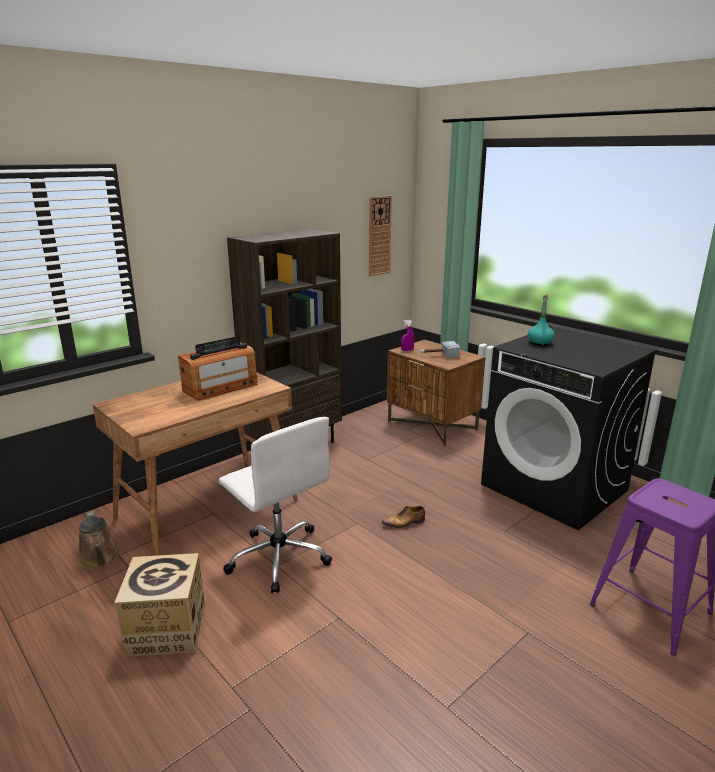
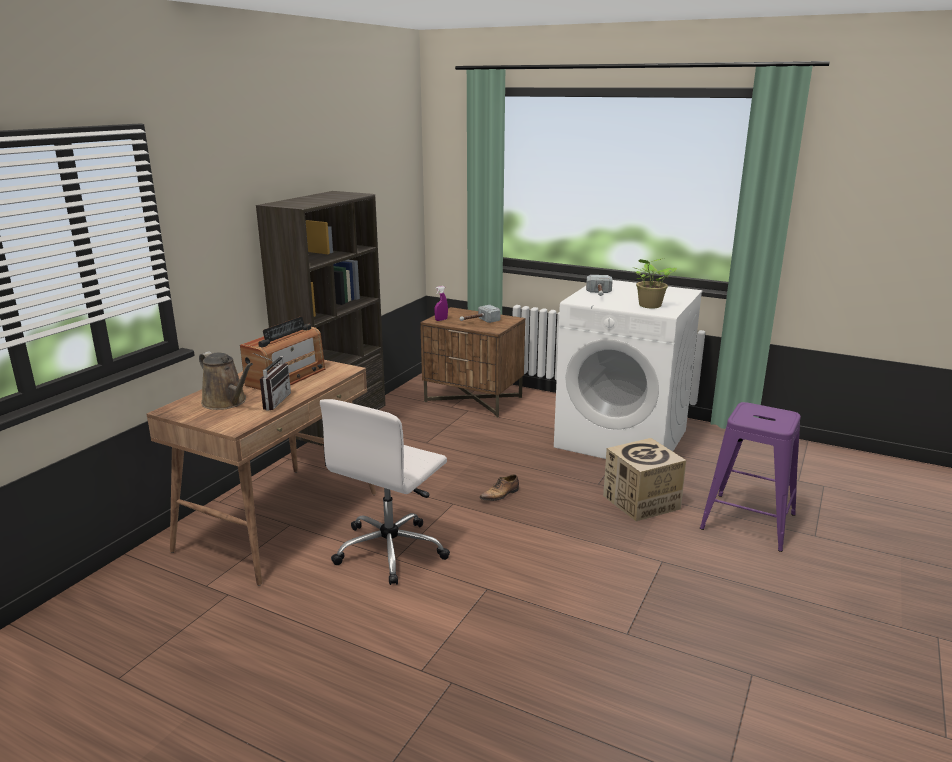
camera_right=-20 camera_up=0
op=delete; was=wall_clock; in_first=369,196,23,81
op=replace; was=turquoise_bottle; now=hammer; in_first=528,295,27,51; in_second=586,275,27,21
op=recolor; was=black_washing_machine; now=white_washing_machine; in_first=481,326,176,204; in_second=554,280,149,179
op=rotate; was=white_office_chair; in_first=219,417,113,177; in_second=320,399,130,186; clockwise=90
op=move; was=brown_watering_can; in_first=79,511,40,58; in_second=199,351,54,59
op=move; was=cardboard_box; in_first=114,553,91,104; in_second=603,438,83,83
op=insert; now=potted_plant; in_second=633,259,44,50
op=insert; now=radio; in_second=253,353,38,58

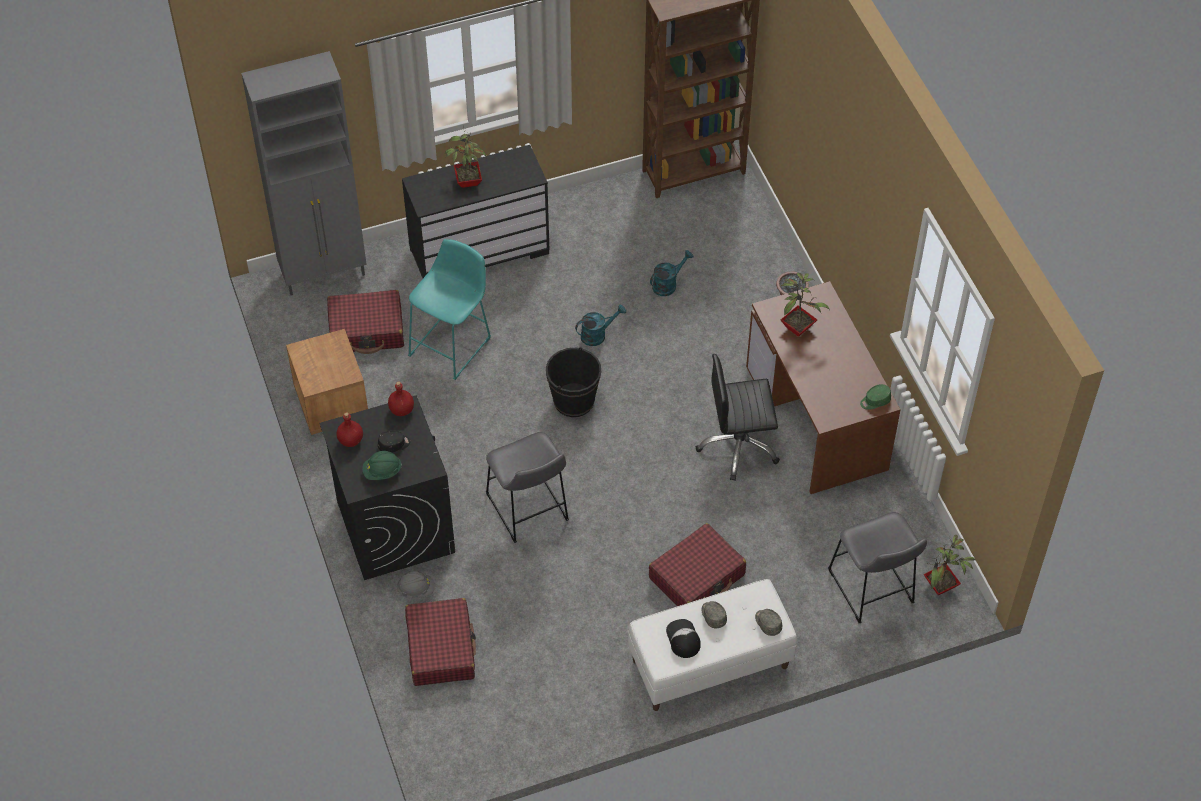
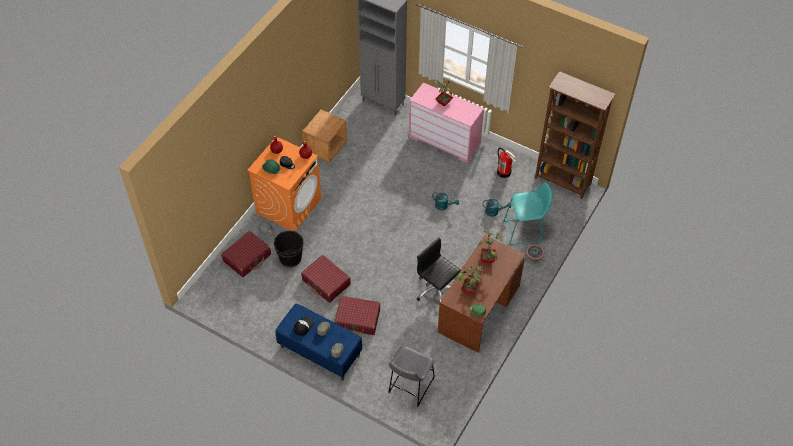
camera_right=50 camera_up=0
op=recolor; was=black_dresser; now=pink_dresser; in_first=402,145,148,133; in_second=409,82,75,81
op=move; was=turquoise_stool; in_first=408,239,83,141; in_second=503,182,49,63
op=move; was=red_suitcase; in_first=327,290,77,64; in_second=301,255,50,48
op=move; was=black_bucket; in_first=546,347,55,70; in_second=274,231,29,36
op=recolor; was=black_washing_machine; now=orange_washing_machine; in_first=319,395,136,185; in_second=247,136,74,95
op=delete; was=grey_stool; in_first=486,432,83,111
op=move; was=potted_plant; in_first=924,535,51,60; in_second=455,266,29,28
op=recolor; was=white_bench; now=blue_bench; in_first=628,579,169,132; in_second=275,304,87,76
op=insert; now=fire_extinguisher; in_second=497,148,19,30

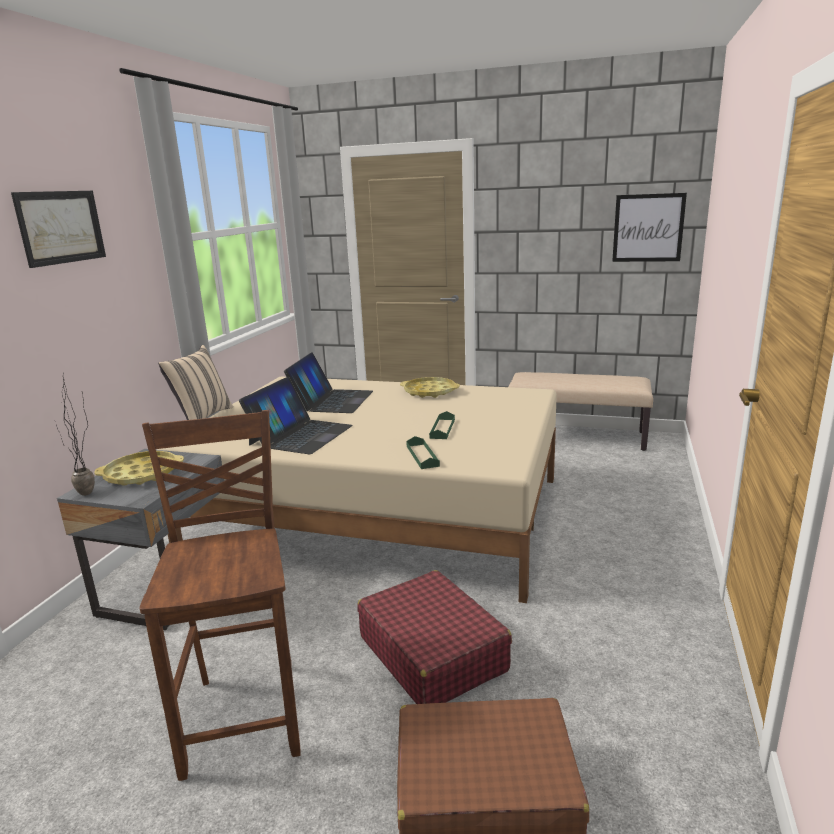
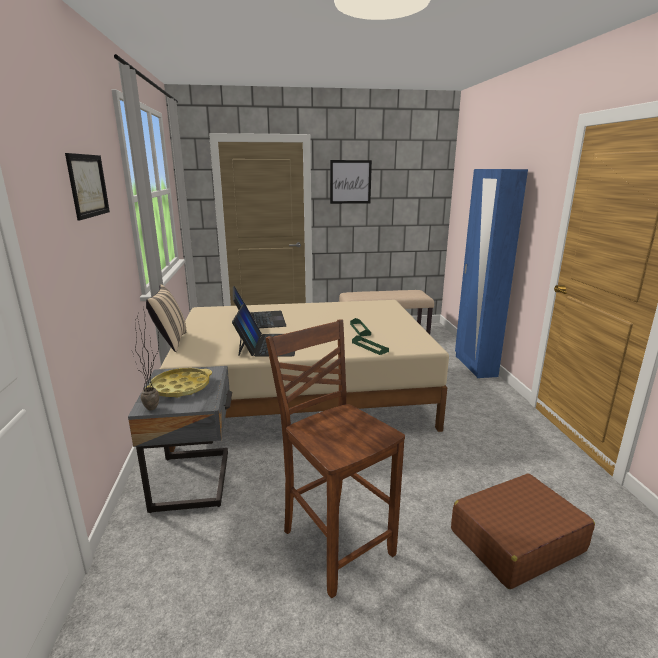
camera_right=-25 camera_up=0
op=move; was=picture; in_first=612,193,75,69; in_second=330,160,42,44
op=delete; was=yellow_tray; in_first=400,377,60,21
op=delete; was=red_suitcase; in_first=357,570,155,134
op=insert; now=blue_wardrobe; in_second=455,169,73,209

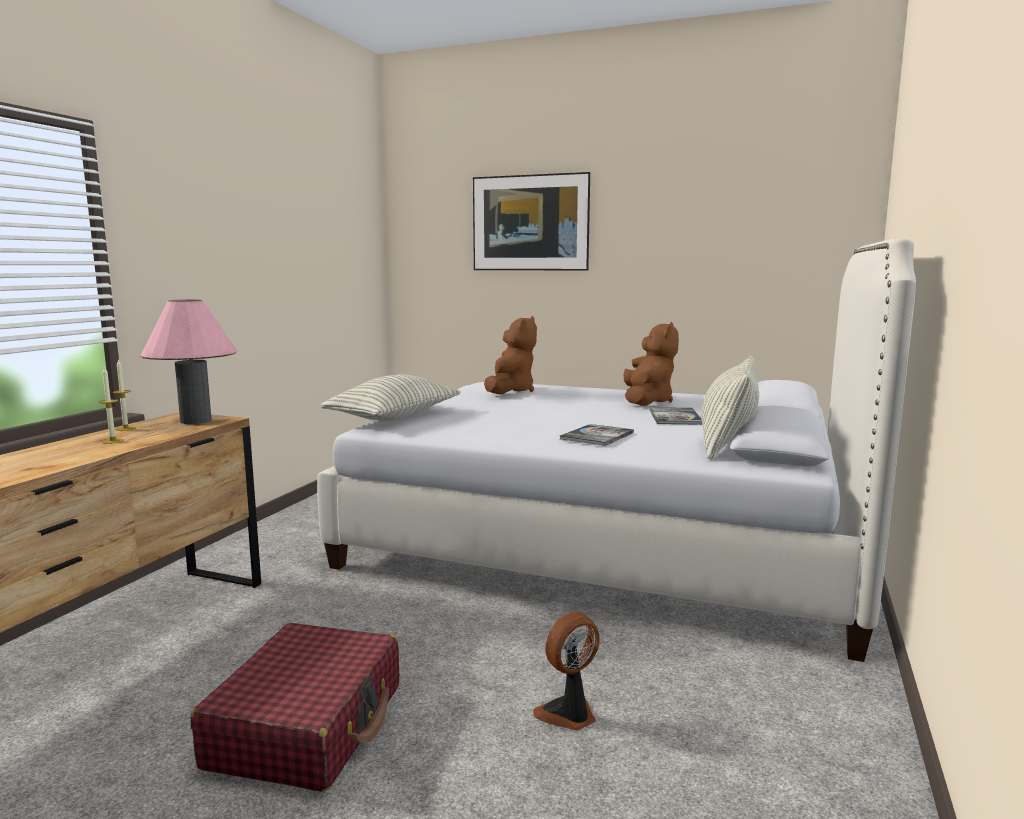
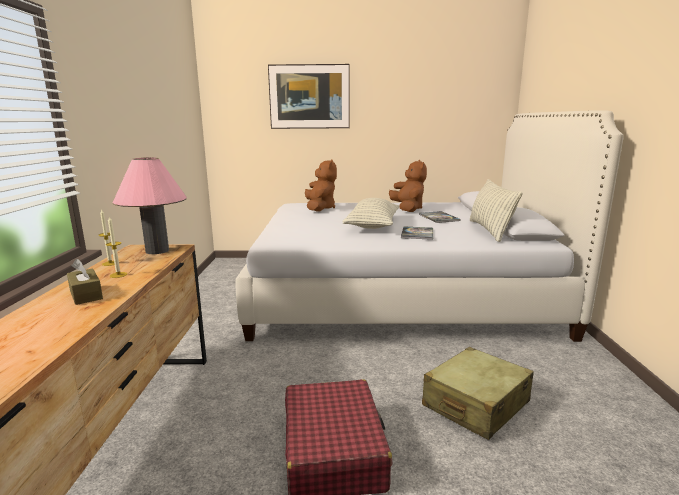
camera_right=-20 camera_up=5
op=move; was=pillow; in_first=321,374,140,47; in_second=343,198,56,31
op=replace; was=fan; now=beige_suitcase; in_first=533,612,67,119; in_second=422,347,112,93
op=insert; now=brown_tissue_box; in_second=67,259,36,46

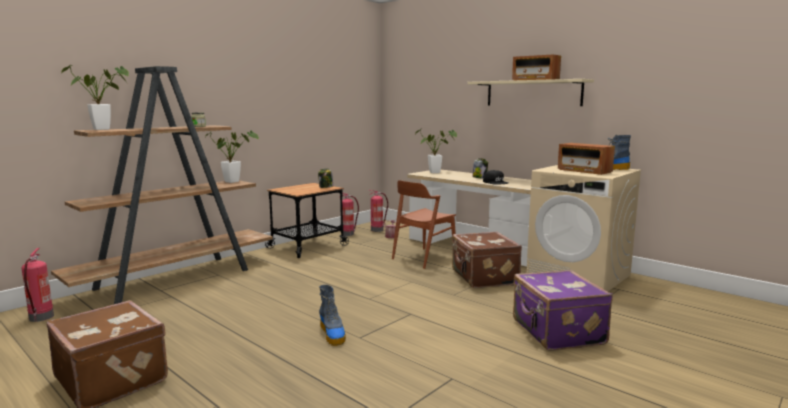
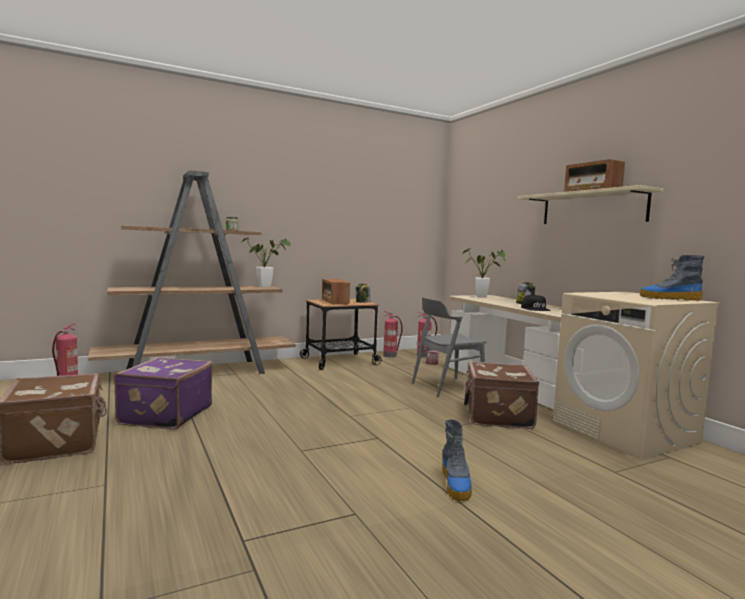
camera_right=20 camera_up=-5
op=delete; was=potted_plant; in_first=61,64,68,66
op=move; was=radio; in_first=558,143,57,32; in_second=322,279,28,26
op=recolor; was=brown_chair; now=grey_chair; in_first=392,180,64,89; in_second=412,297,74,100
op=move; was=purple_suitcase; in_first=513,270,100,81; in_second=114,357,99,72
op=move; was=boot; in_first=319,285,27,61; in_second=442,419,30,82

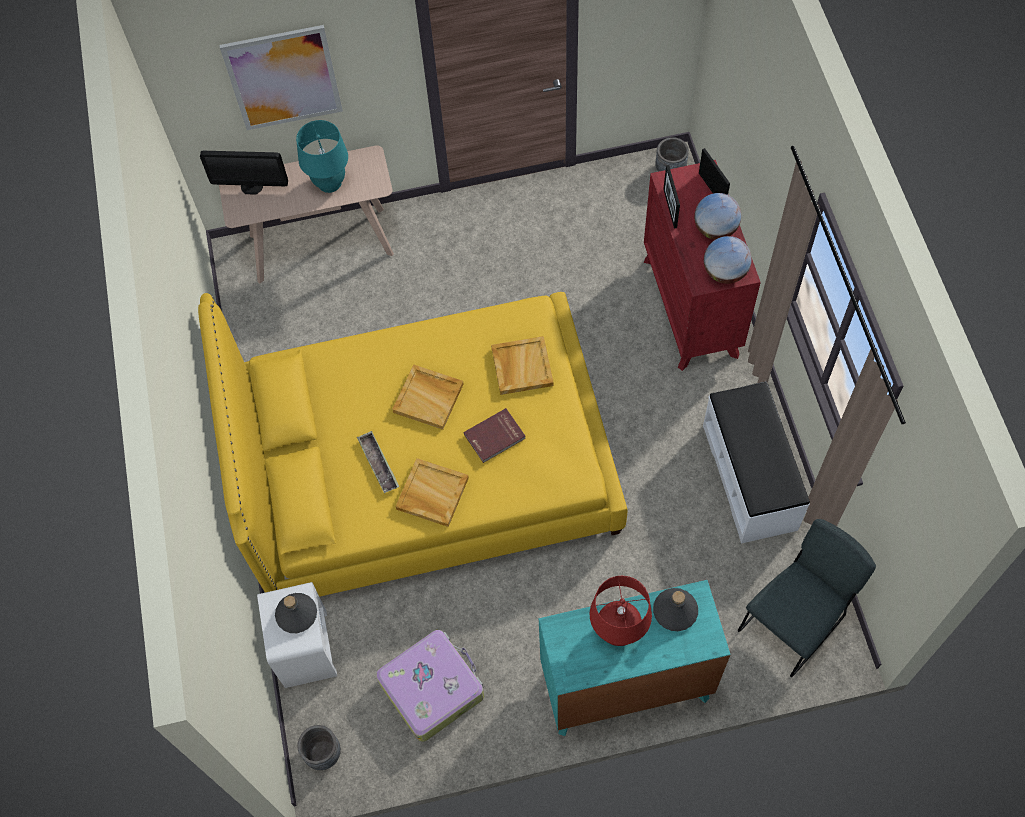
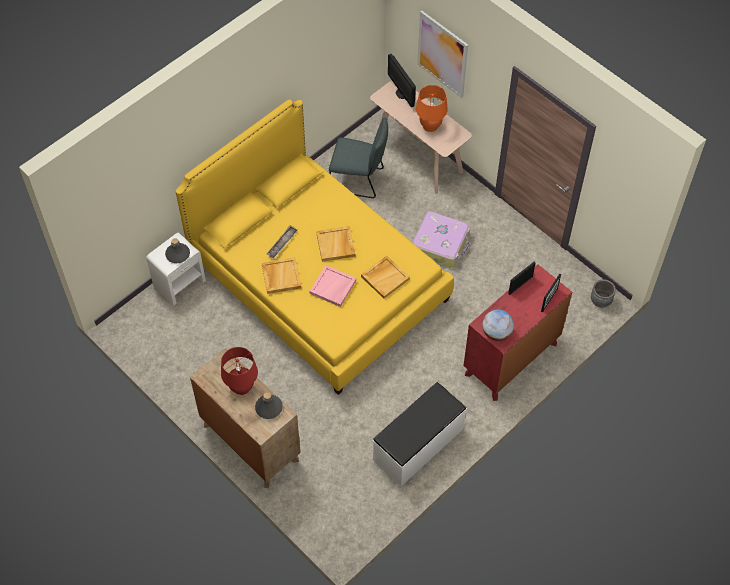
camera_right=55 camera_up=-5
op=recolor; was=turquoise_table_lamp; now=orange_table_lamp; in_first=296,120,52,73; in_second=416,85,32,47
op=delete; was=globe; in_first=694,193,47,47
op=replace; was=red_book; now=pink_tray; in_first=463,408,63,55; in_second=310,265,46,42
op=move; was=grey_chair; in_first=738,519,138,158; in_second=329,117,59,81
op=recolor; was=turquoise_dresser; now=brown_dresser; in_first=539,580,192,156; in_second=190,348,111,141
op=move; was=suitcase; in_first=376,630,108,112; in_second=412,211,58,57
op=delete; was=grey_planter; in_first=298,725,43,45

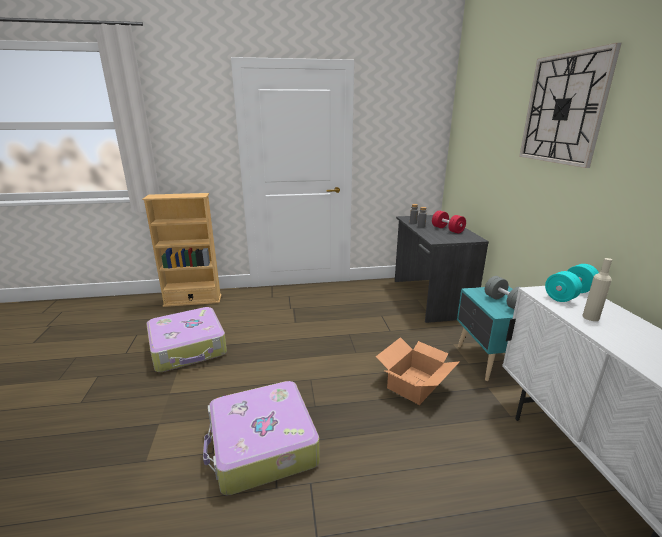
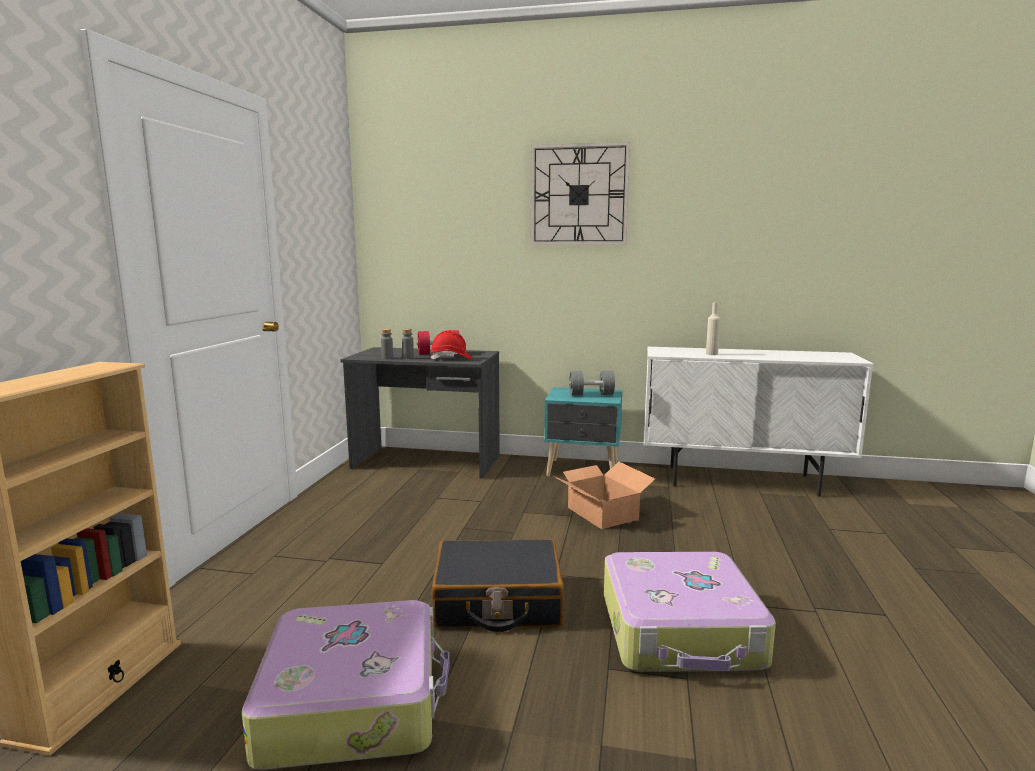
camera_right=-70 camera_up=-10
op=delete; was=turquoise_dumbbell; in_first=545,264,54,38
op=insert; now=red_hard_hat; in_second=430,330,42,29
op=insert; now=black_suitcase; in_second=431,539,133,93

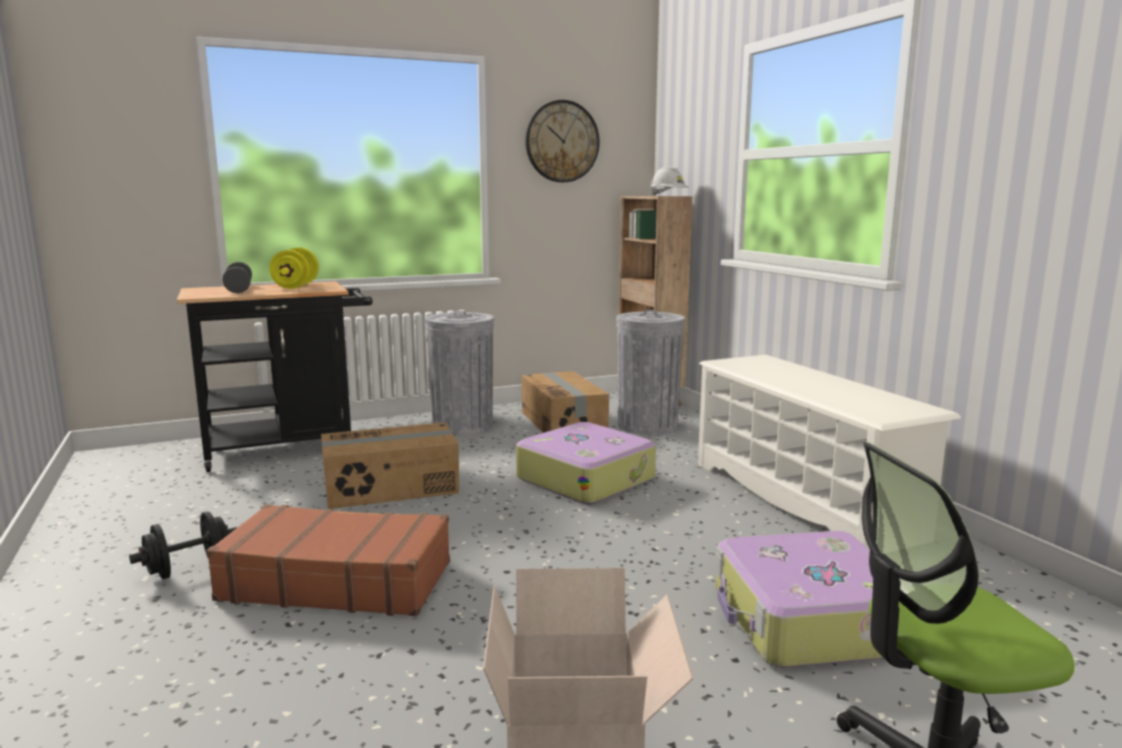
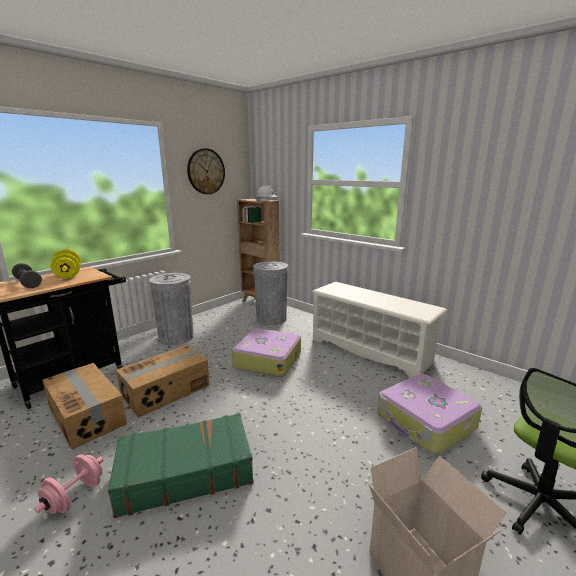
camera_right=-25 camera_up=5
op=move; was=cardboard_box; in_first=521,371,88,62; in_second=42,363,85,87
op=recolor; was=brown_suitcase; now=green_suitcase; in_first=206,504,244,112; in_second=108,413,146,105
op=recolor; was=black_dumbbell; now=pink_dumbbell; in_first=129,512,108,67; in_second=34,454,70,60

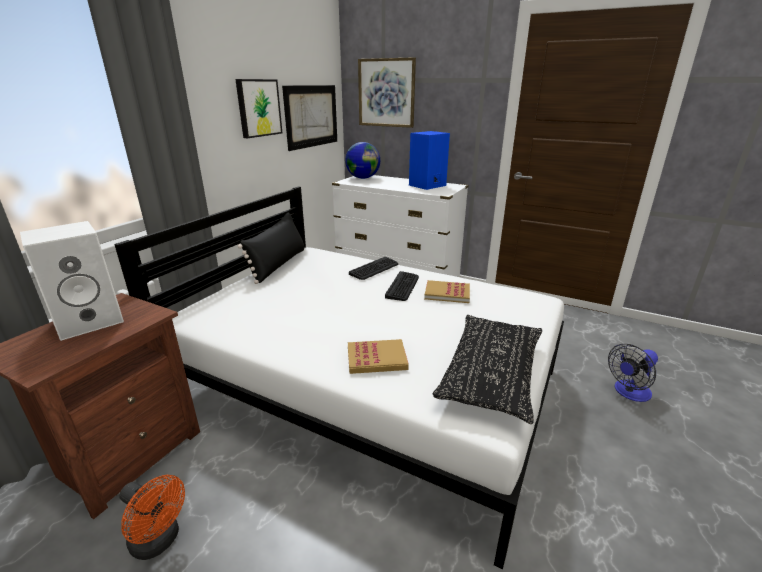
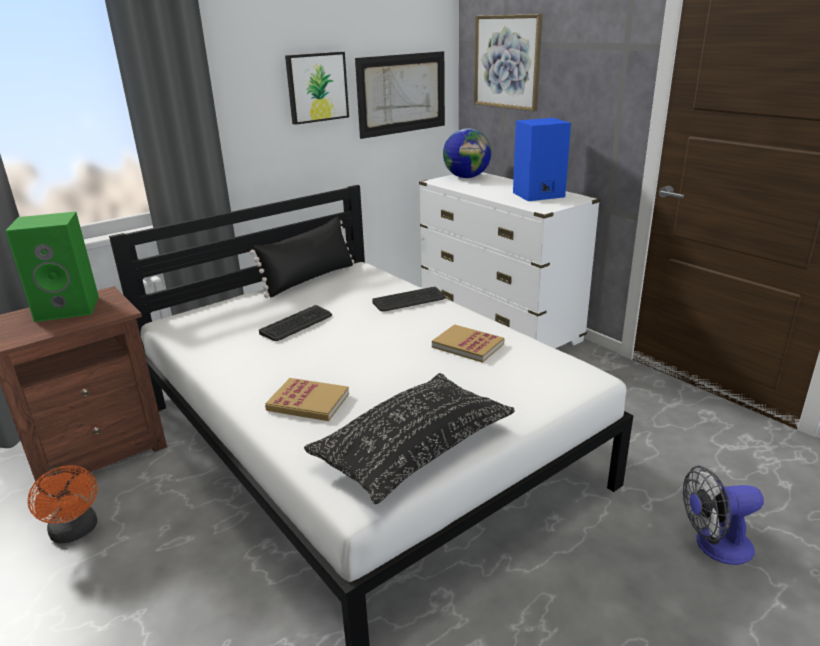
camera_right=25 camera_up=0
op=recolor; was=white_speaker; now=green_speaker; in_first=20,221,104,120; in_second=5,212,94,110
op=move; was=keyboard; in_first=385,271,34,30; in_second=259,305,73,36

